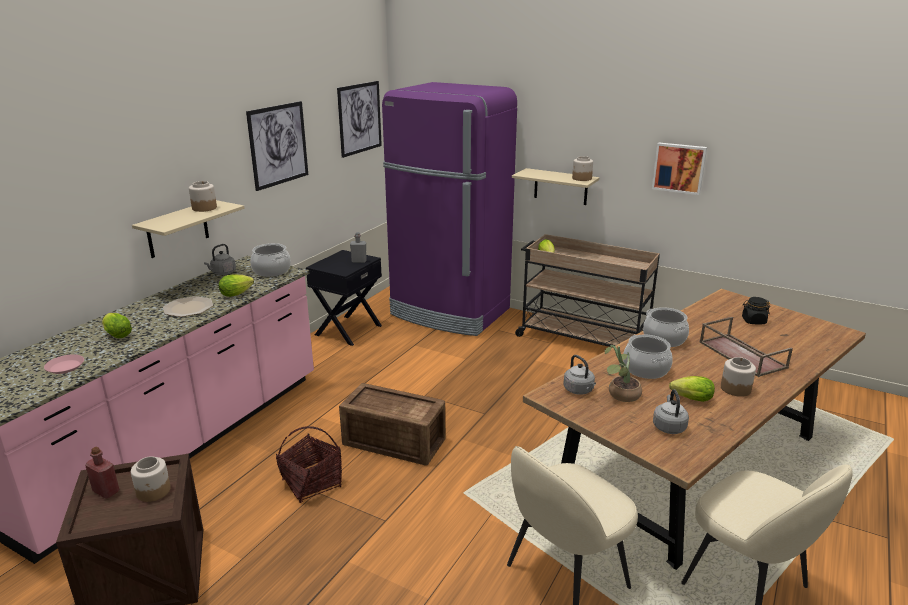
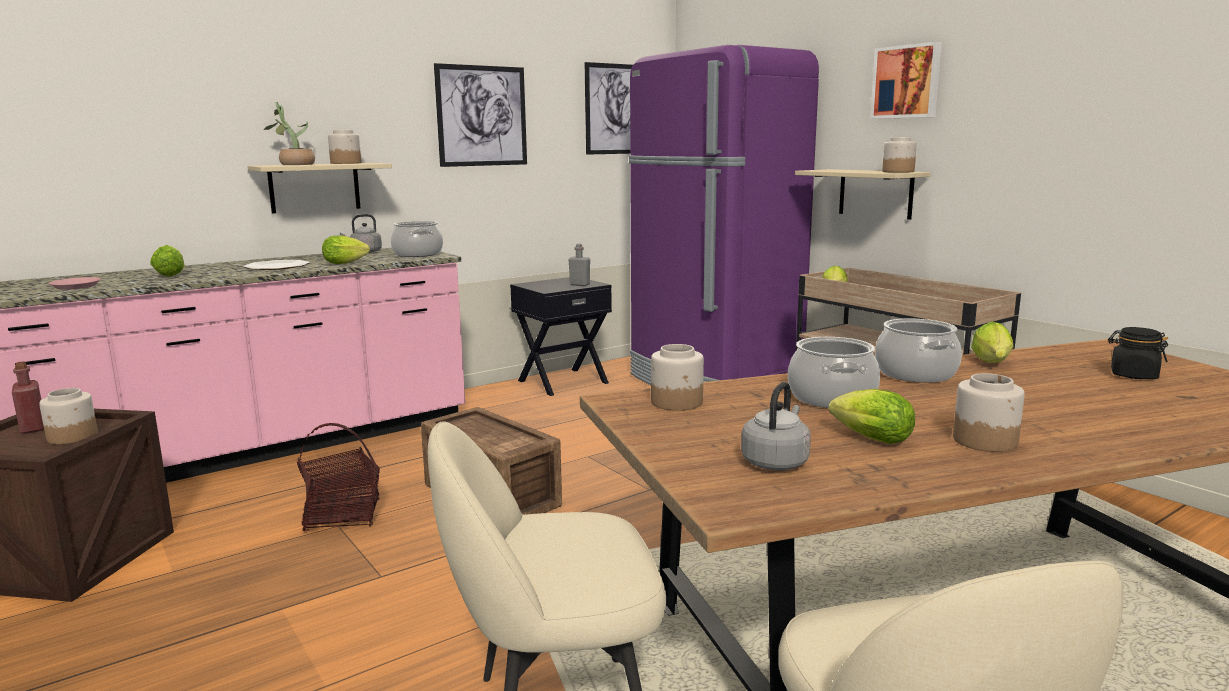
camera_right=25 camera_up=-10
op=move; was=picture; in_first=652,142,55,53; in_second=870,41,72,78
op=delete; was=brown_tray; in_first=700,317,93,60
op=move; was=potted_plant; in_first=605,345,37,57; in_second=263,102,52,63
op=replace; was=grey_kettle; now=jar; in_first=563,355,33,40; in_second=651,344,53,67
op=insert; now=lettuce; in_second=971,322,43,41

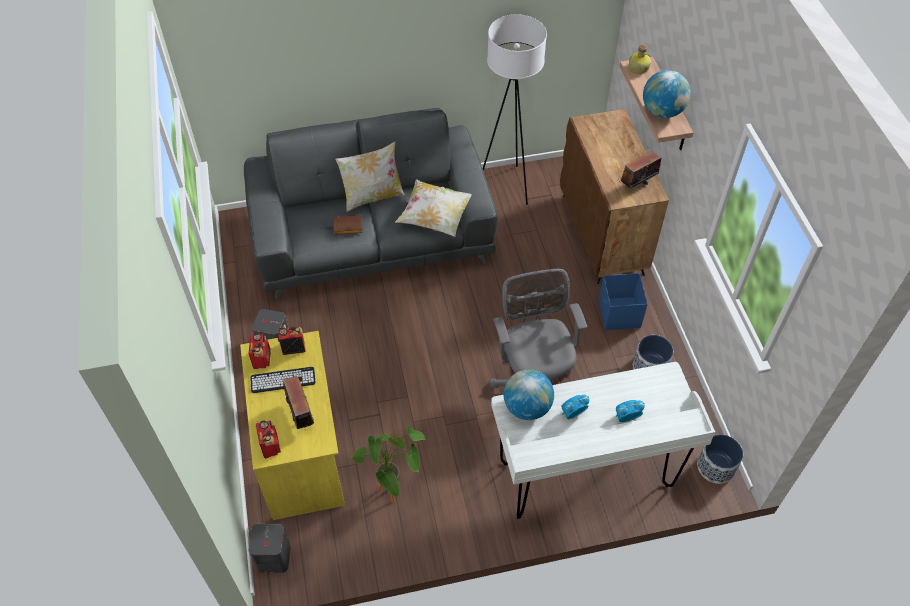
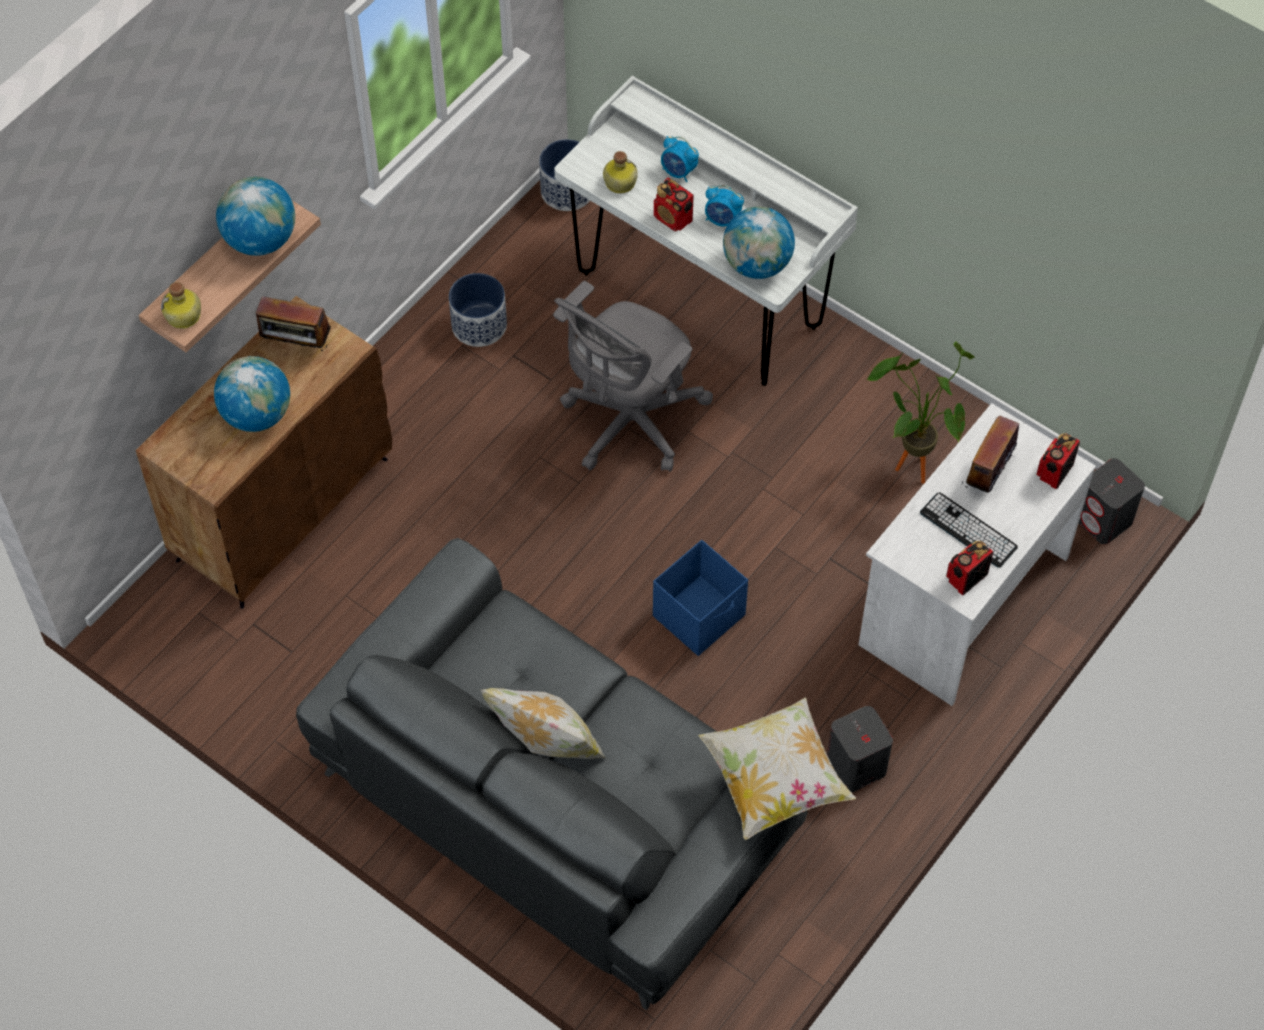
camera_right=-130 camera_up=5
op=delete; was=white_floor_lamp; in_first=483,14,64,191
op=move; was=pillow; in_first=395,180,77,57; in_second=698,697,158,143
op=delete; was=brown_book; in_first=333,215,30,20
op=move; was=blue_storage_box; in_first=599,273,49,57; in_second=653,540,95,116
op=move; was=radio; in_first=277,327,29,28; in_second=654,178,40,53
op=recolor; was=yellow_desk; now=white_desk; in_first=240,331,105,189; in_second=858,403,238,303
op=insert; now=bottle; in_second=603,151,35,43
op=insert; now=globe; in_second=214,356,76,76

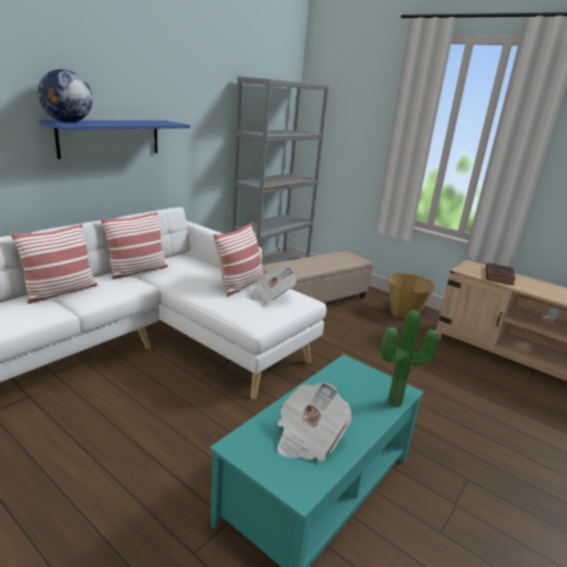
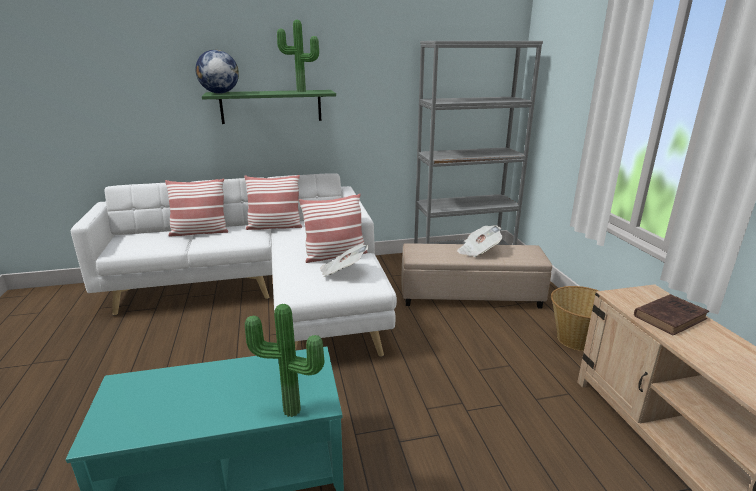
camera_right=40 camera_up=0
op=recolor; was=blue_shelf; now=green_shelf; in_first=39,120,151,39; in_second=202,90,134,34
op=move; was=newspaper; in_first=277,382,75,79; in_second=457,225,45,32
op=insert; now=potted_plant; in_second=277,20,42,72

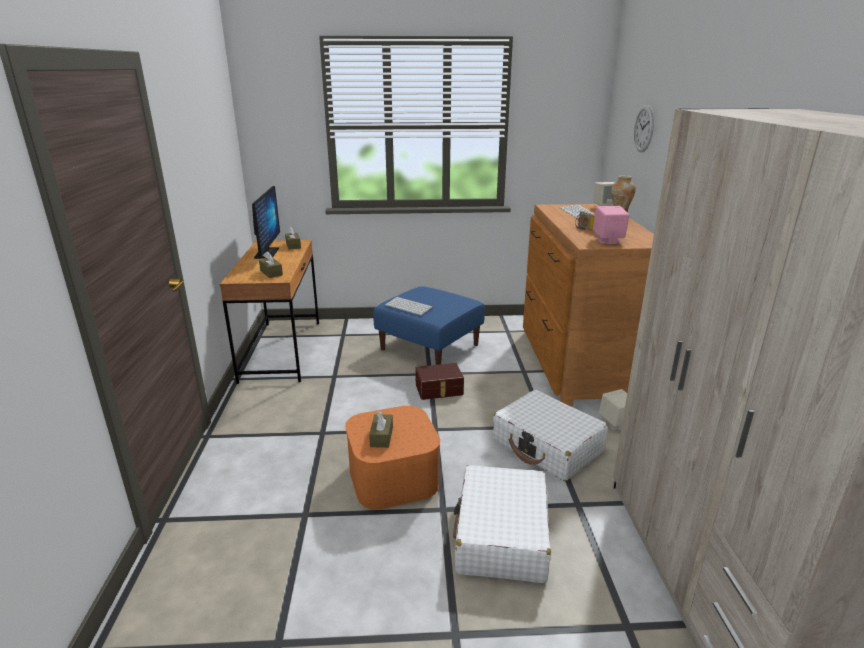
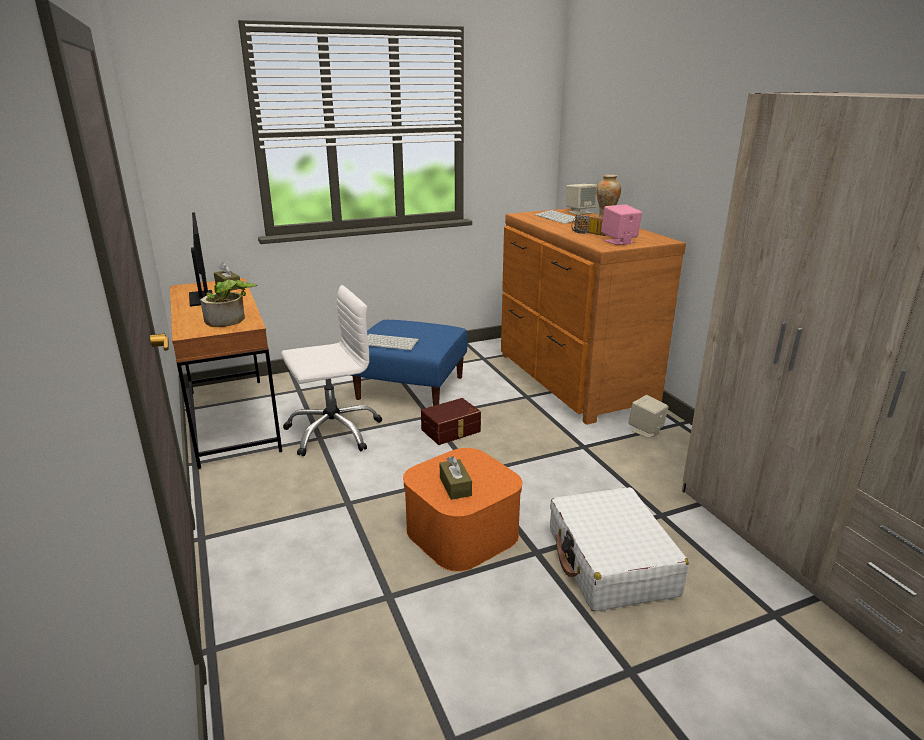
camera_right=-20 camera_up=0
op=delete; was=wall_clock; in_first=634,105,20,47
op=replace; was=brown_tissue_box; now=potted_plant; in_first=259,251,24,27; in_second=200,280,57,47
op=delete; was=white_suitcase; in_first=493,390,115,91
op=insert; now=white_office_chair; in_second=281,285,101,171

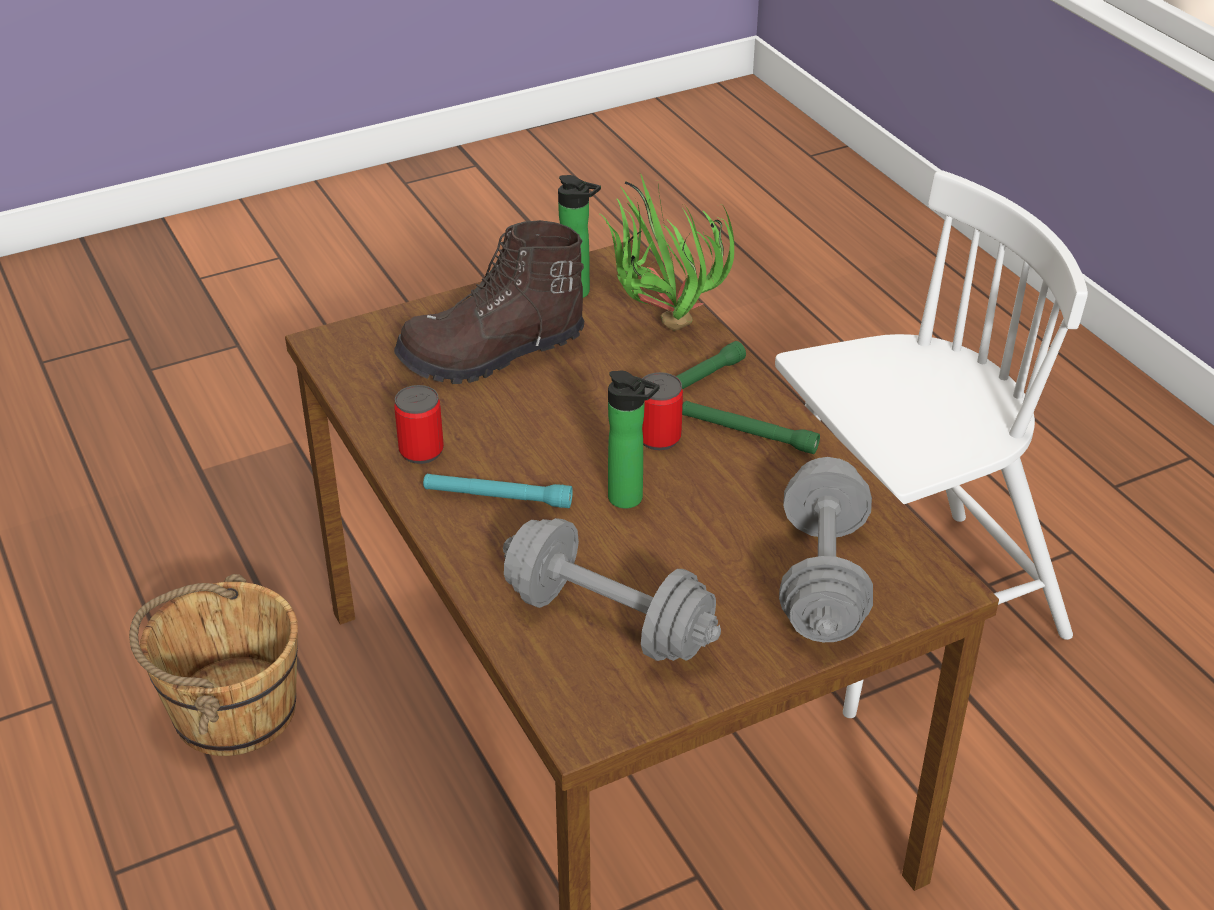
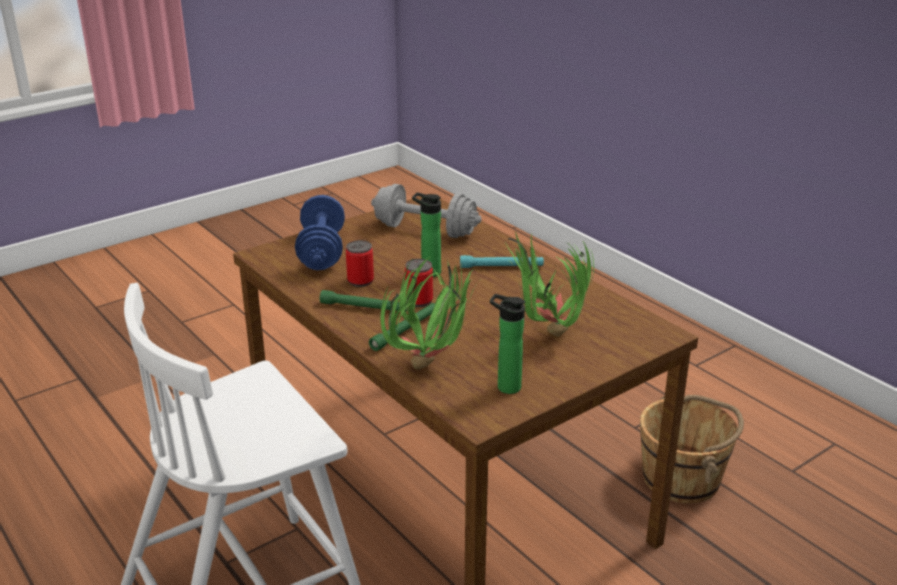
camera_right=170 camera_up=-10
op=replace; was=brown_boot; now=potted_plant; in_first=394,220,190,164; in_second=506,231,88,106
op=move; was=can; in_first=394,385,50,79; in_second=346,240,28,47
op=recolor; was=grey_dumbbell; now=blue_dumbbell; in_first=779,457,94,185; in_second=295,195,50,76

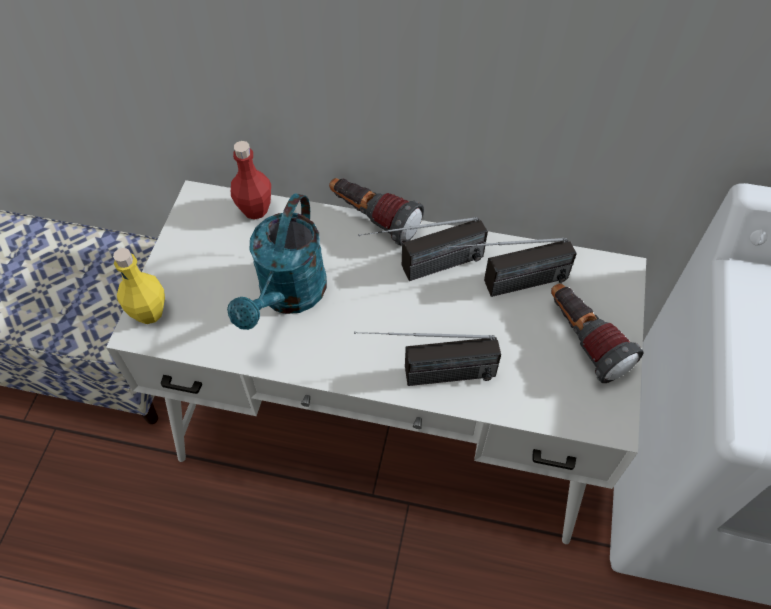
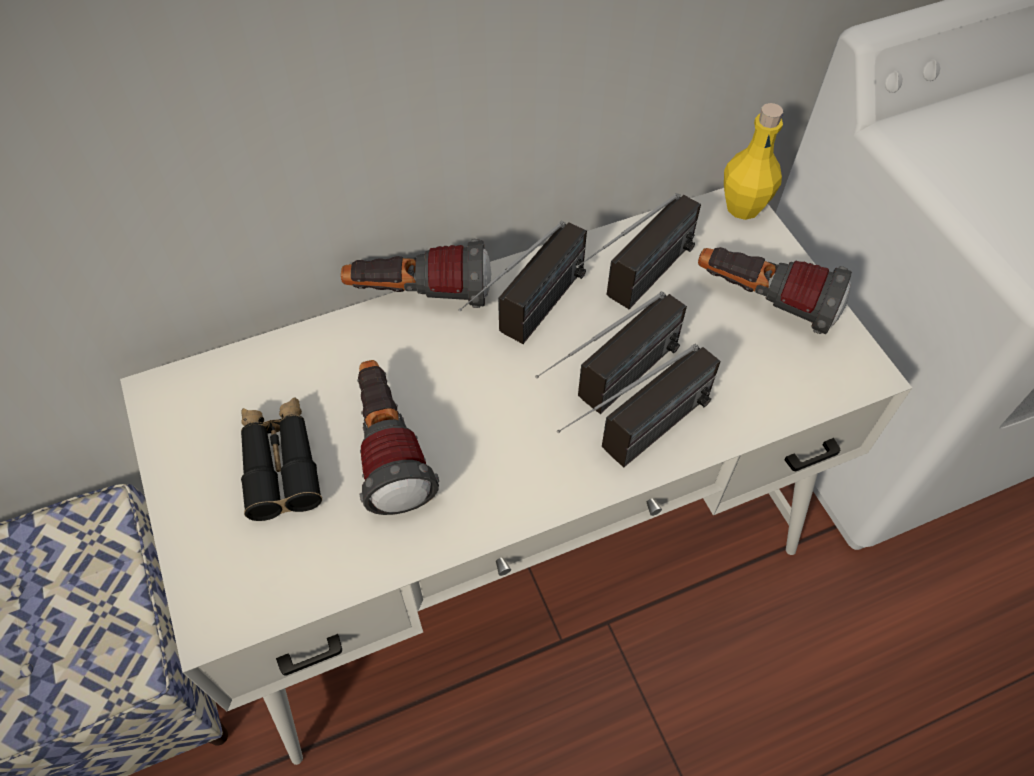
camera_right=-35 camera_up=0
op=delete; was=red_bottle; in_first=231,141,40,78
op=replace; was=turquoise_watering_can; now=flashlight; in_first=227,193,100,137; in_second=357,360,82,155
op=move; was=yellow_bottle; in_first=113,248,52,76; in_second=724,103,59,117
op=insert; now=radio; in_second=535,292,152,122
op=insert; now=black_binoculars; in_second=241,398,81,123

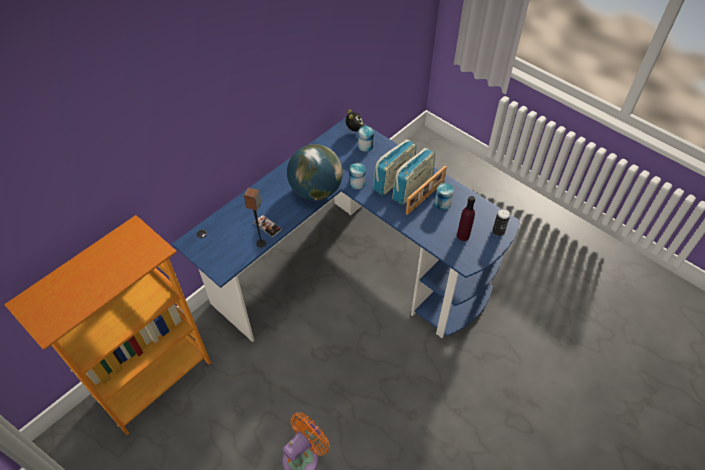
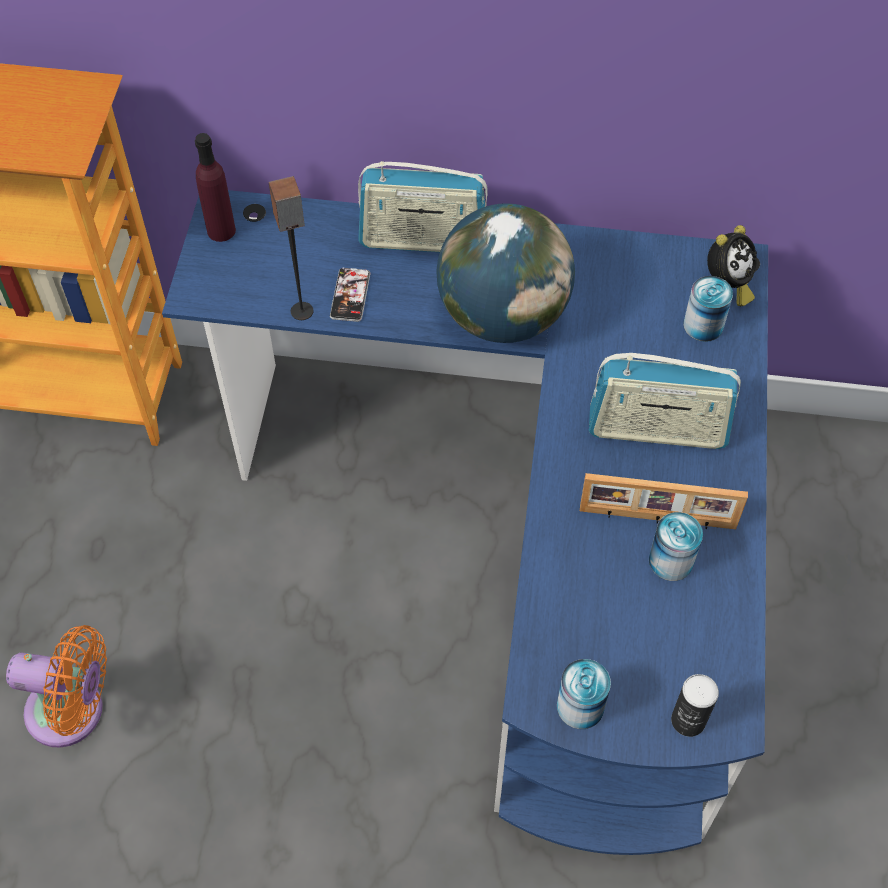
camera_right=55 camera_up=5
op=move; was=radio; in_first=392,148,43,57; in_second=358,161,130,91
op=move; was=can; in_first=349,163,17,26; in_second=557,659,54,70
op=move; was=purple_bottle; in_first=457,196,18,45; in_second=195,133,41,109

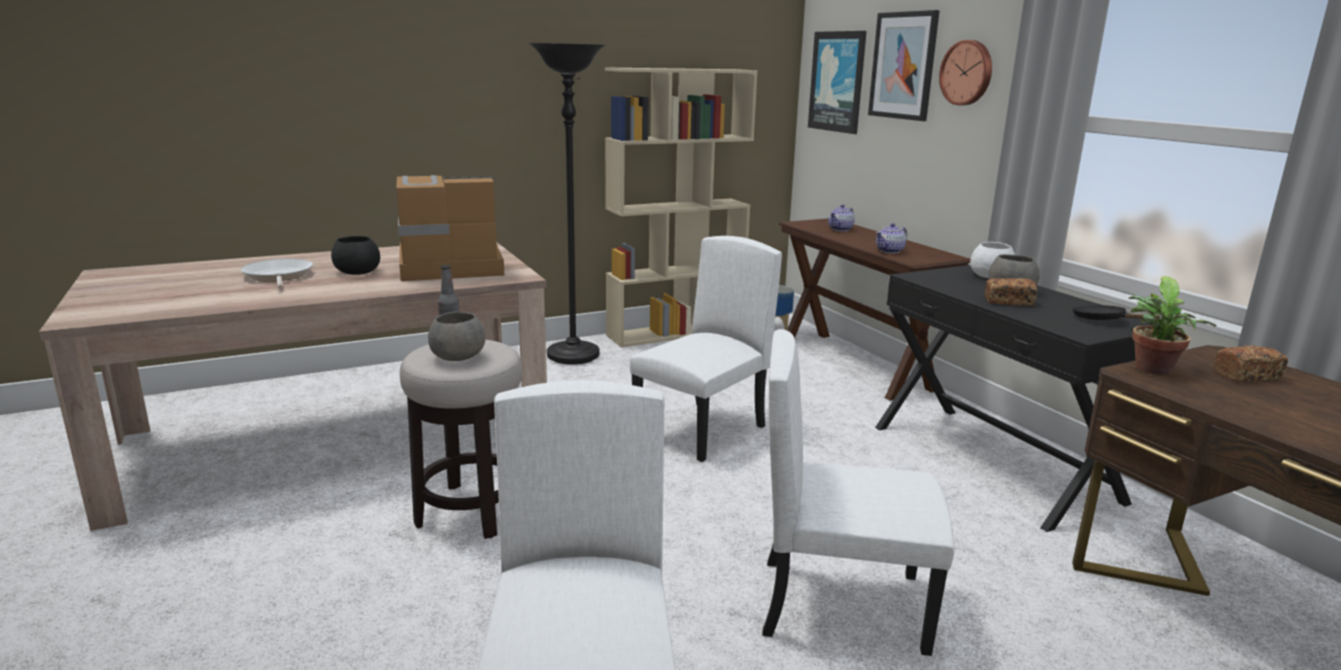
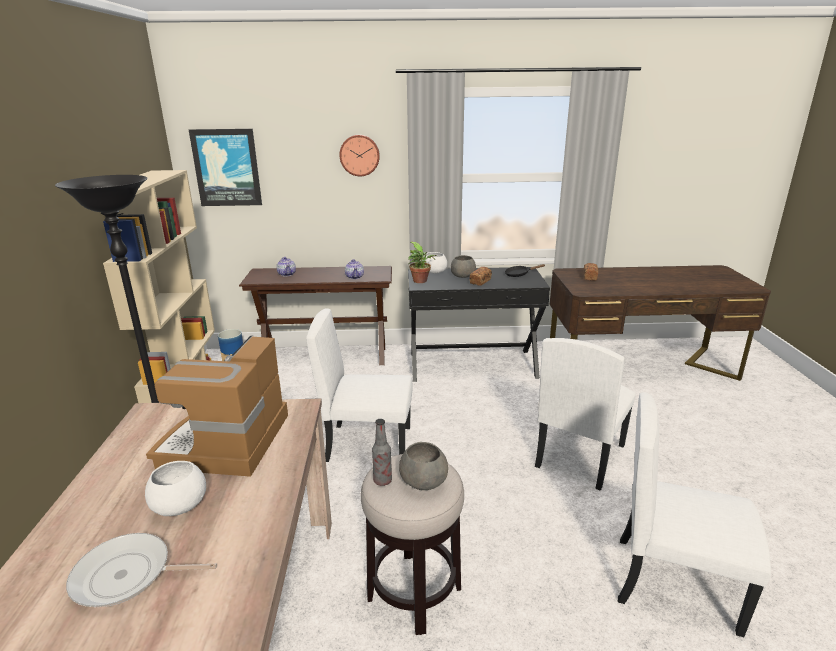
camera_right=-65 camera_up=5
op=delete; was=picture; in_first=868,10,72,111
op=recolor; was=black_bowl; now=white_bowl; in_first=331,236,49,39; in_second=145,461,61,55
op=rotate; was=white_chair; in_first=630,236,152,226; in_second=306,308,107,154; clockwise=-60
op=move; was=potted_plant; in_first=1129,276,87,99; in_second=408,241,29,42

